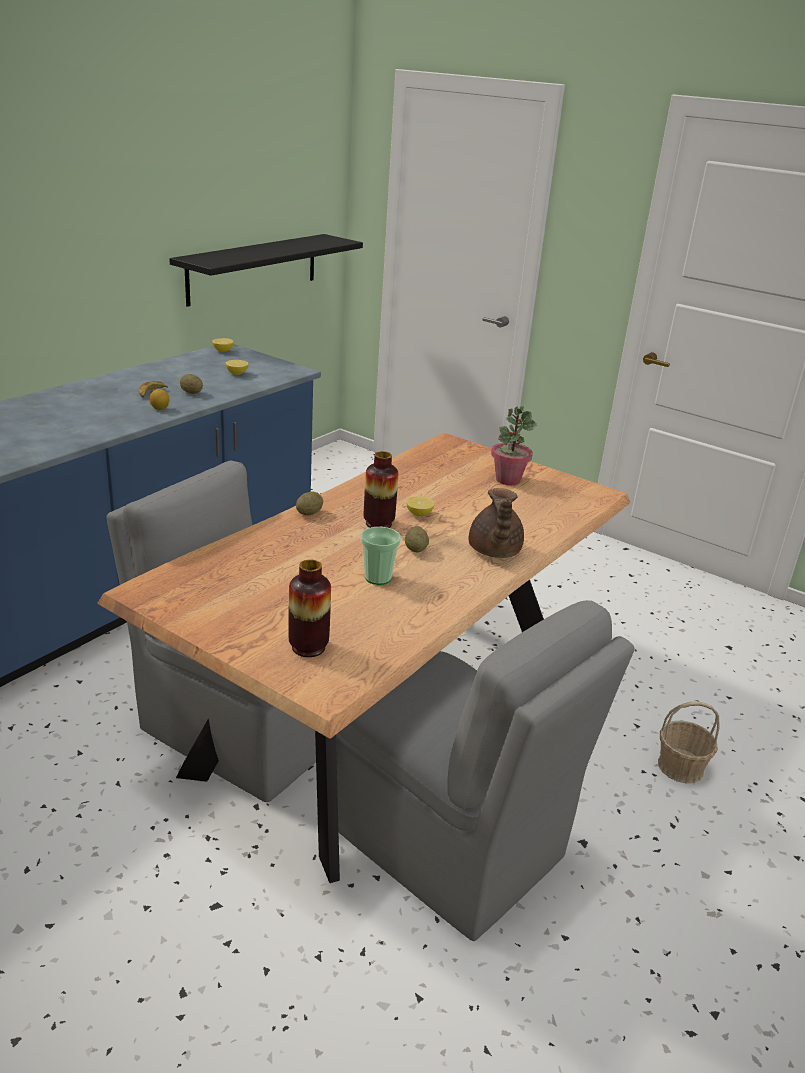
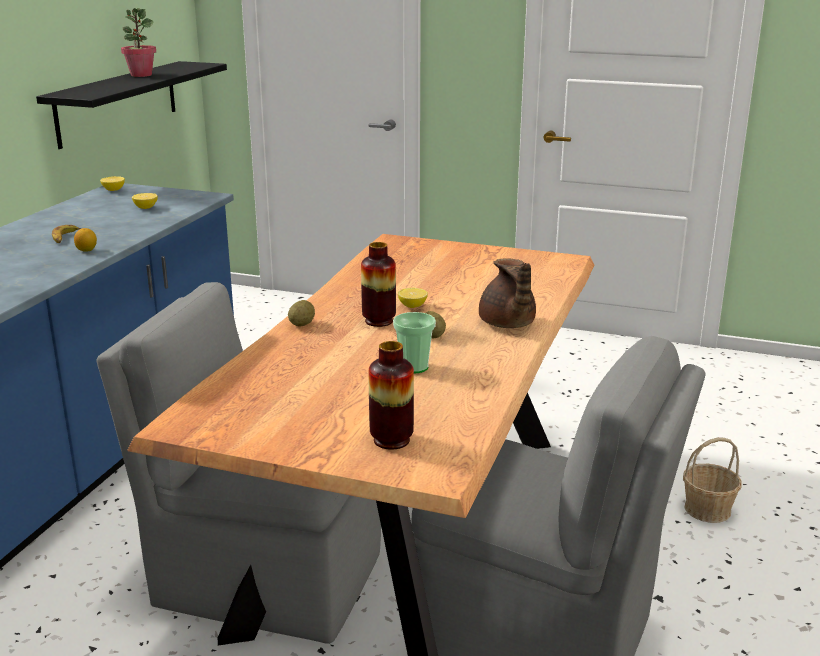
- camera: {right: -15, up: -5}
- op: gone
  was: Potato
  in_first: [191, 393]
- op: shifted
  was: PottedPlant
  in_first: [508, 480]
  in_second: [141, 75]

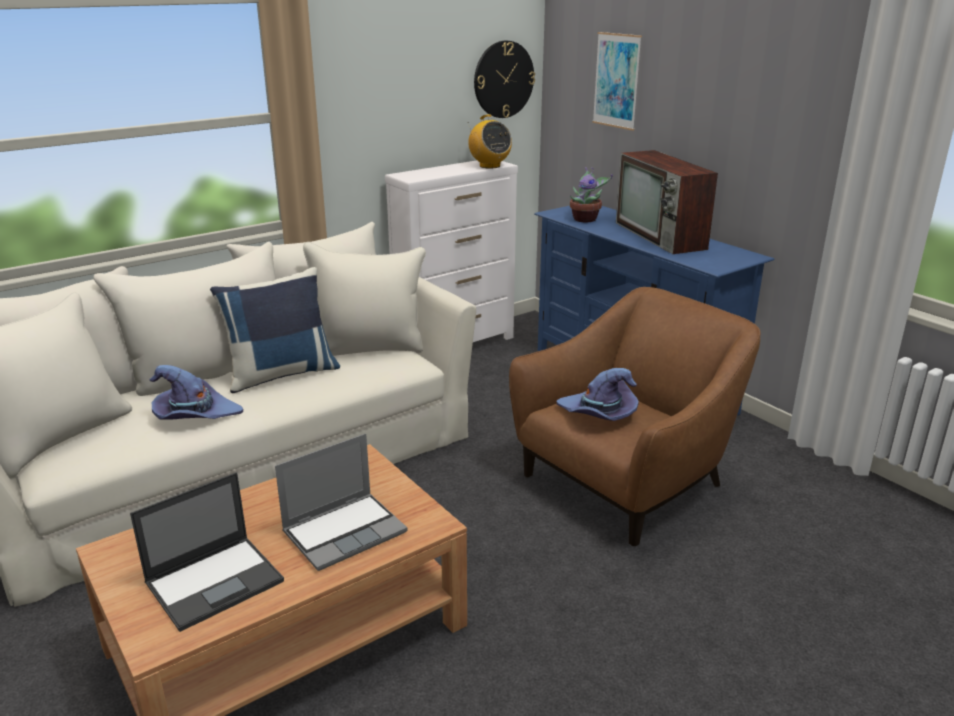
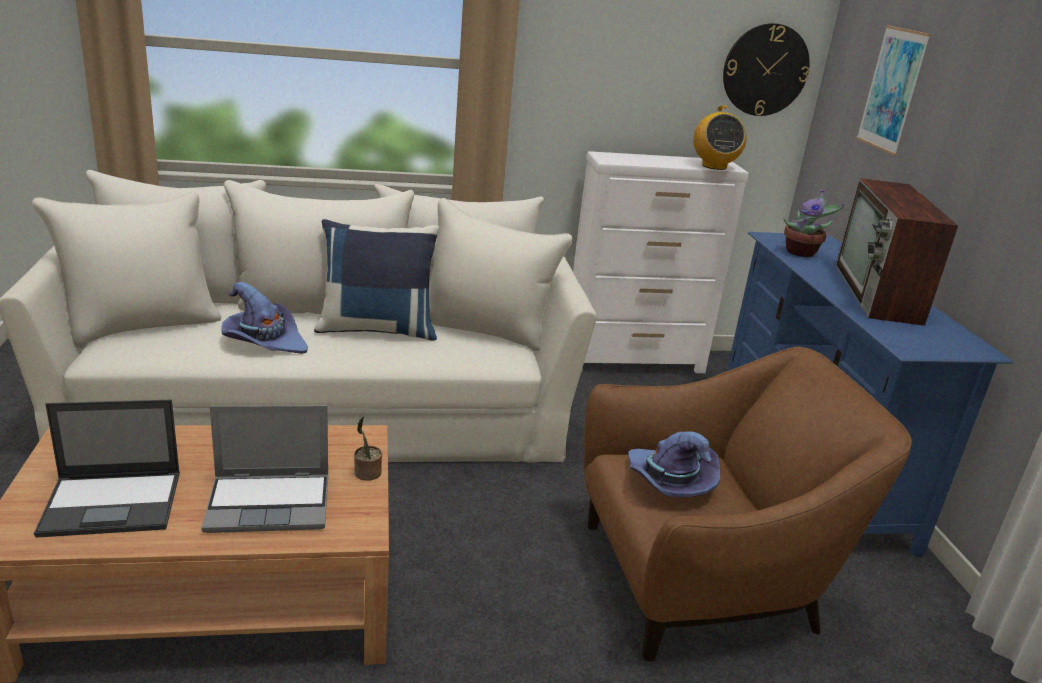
- camera: {right: 25, up: 0}
- op: new
  now: PottedPlant
  in_second: [366, 474]

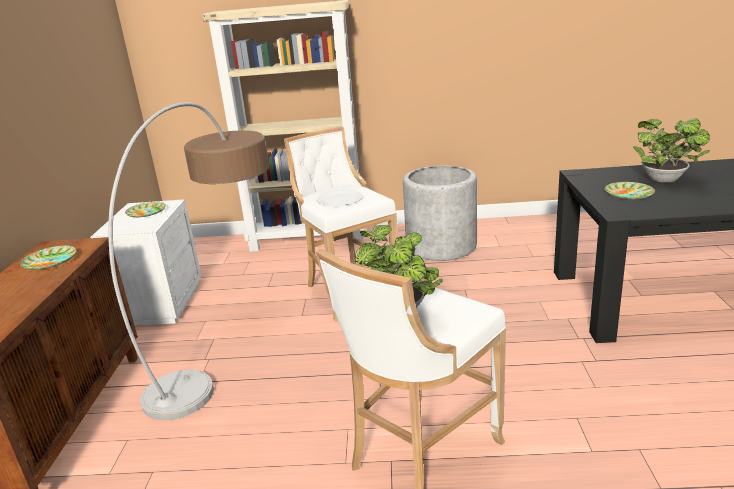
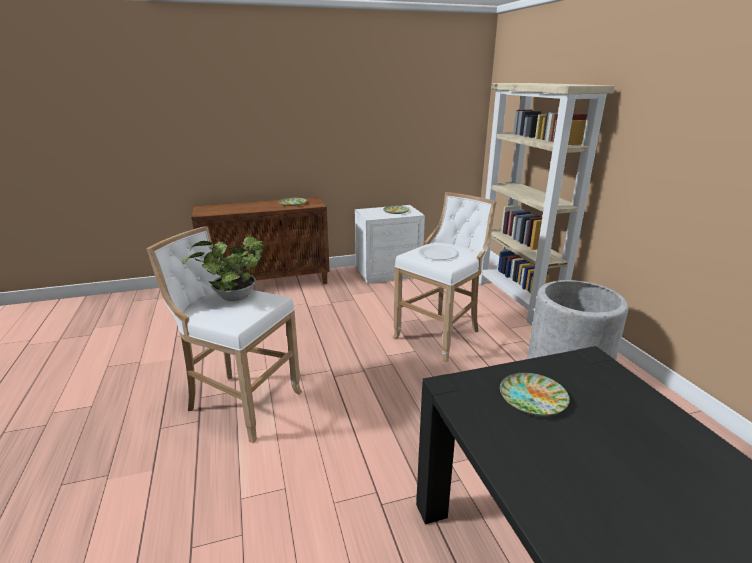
- camera: {right: 70, up: 0}
- op: gone
  was: FloorLamp
  in_first: [227, 343]
- op: gone
  was: PottedPlant
  in_first: [666, 180]

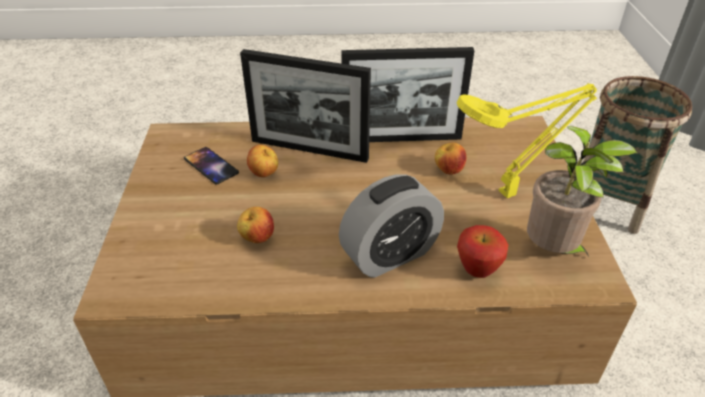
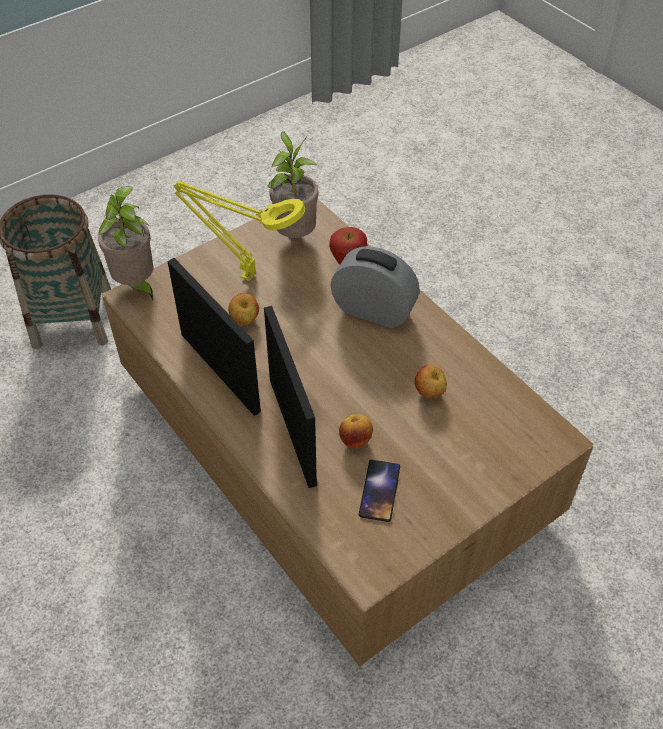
- camera: {right: -125, up: 10}
- op: new
  now: PottedPlant
  in_second: [136, 285]

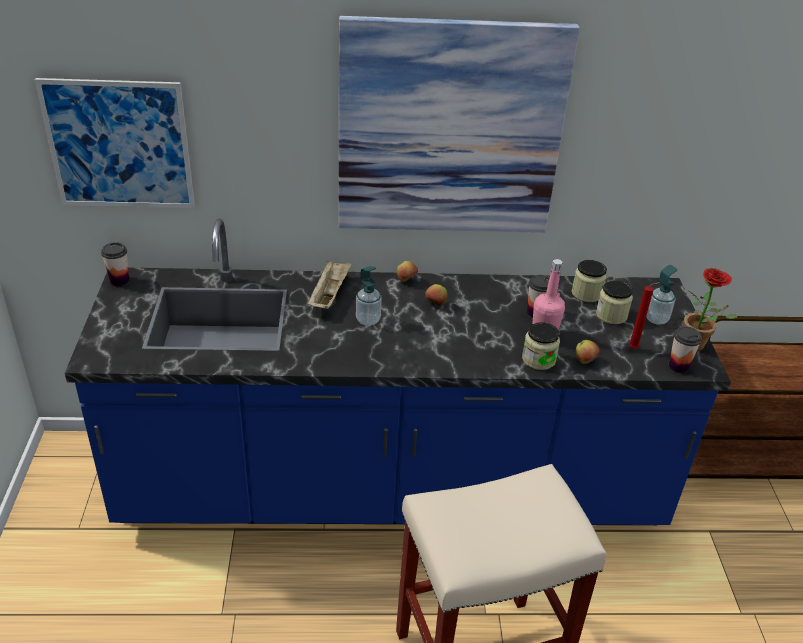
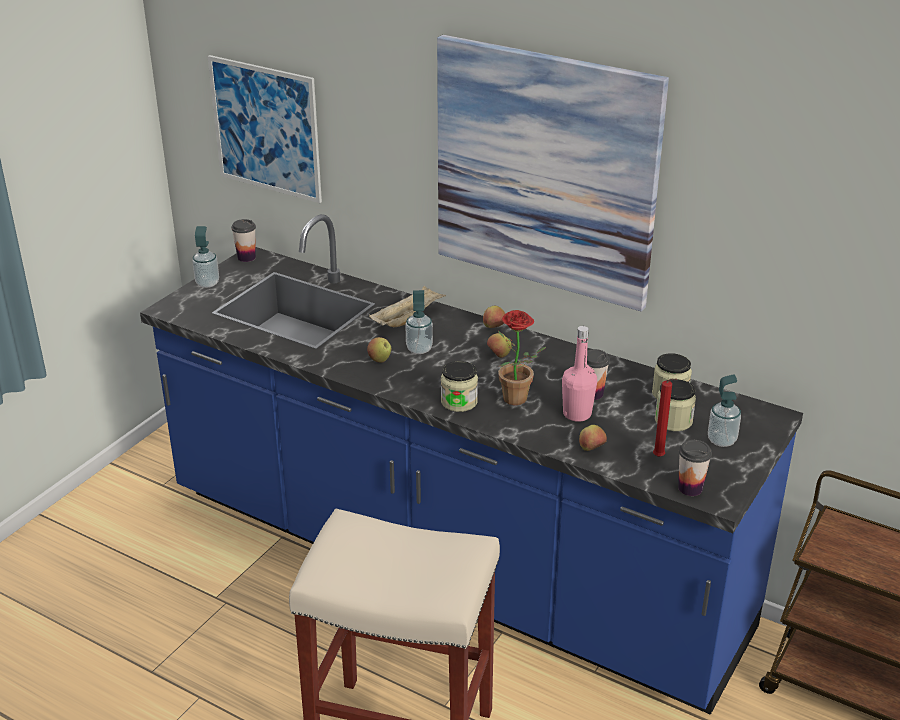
- camera: {right: 35, up: -5}
- op: shifted
  was: PottedPlant
  in_first: [698, 346]
  in_second: [516, 401]
- op: shifted
  was: Jar
  in_first: [538, 359]
  in_second: [459, 402]
- op: new
  now: SoapDispenser
  in_second: [207, 283]
- op: new
  now: Apple
  in_second: [380, 360]

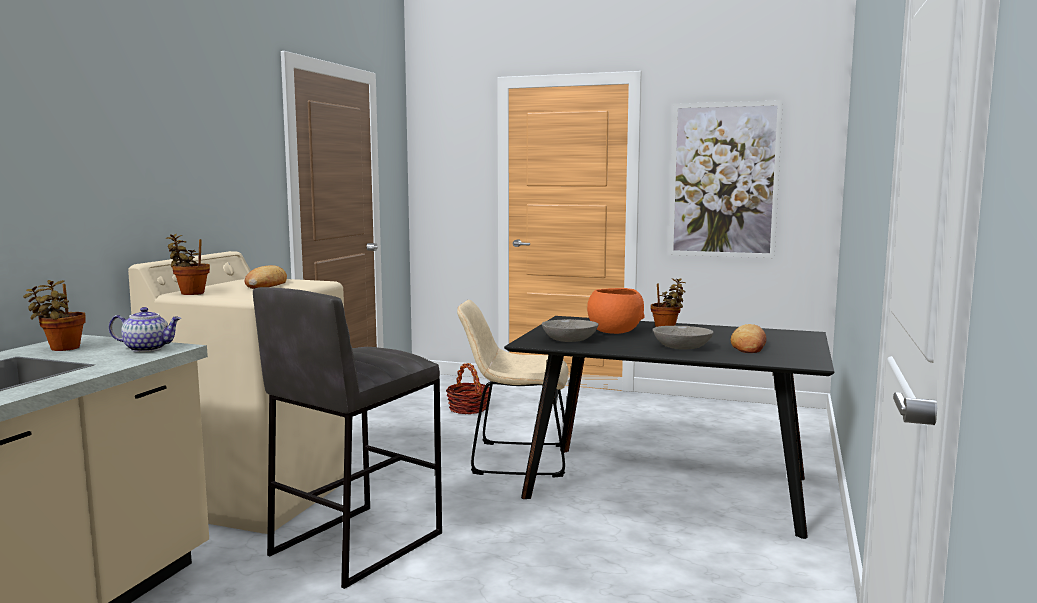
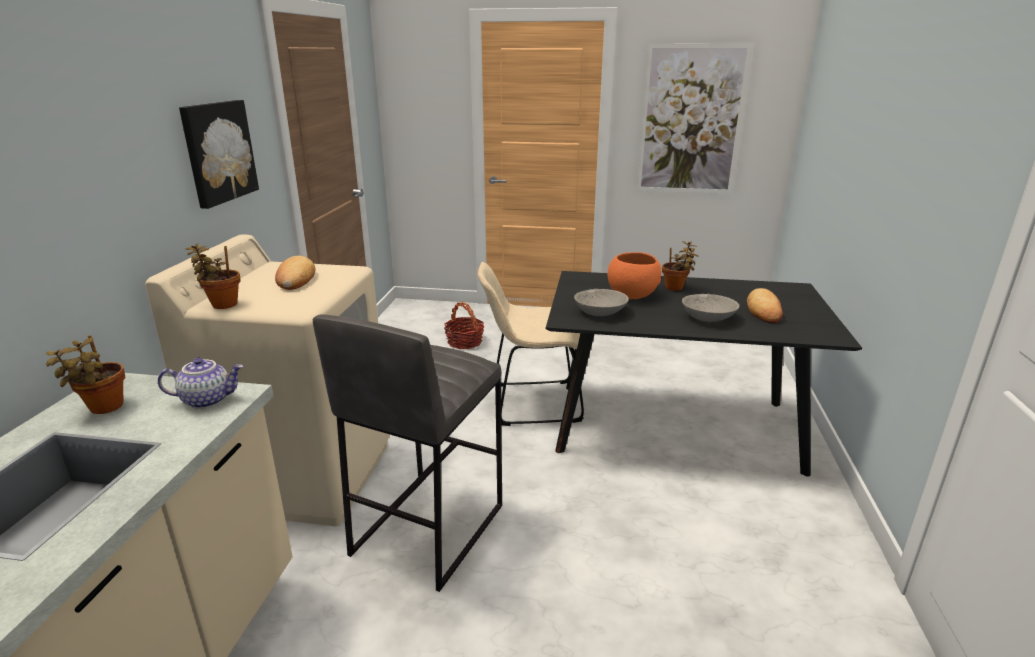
- camera: {right: -10, up: 15}
- op: new
  now: Picture
  in_second: [218, 152]

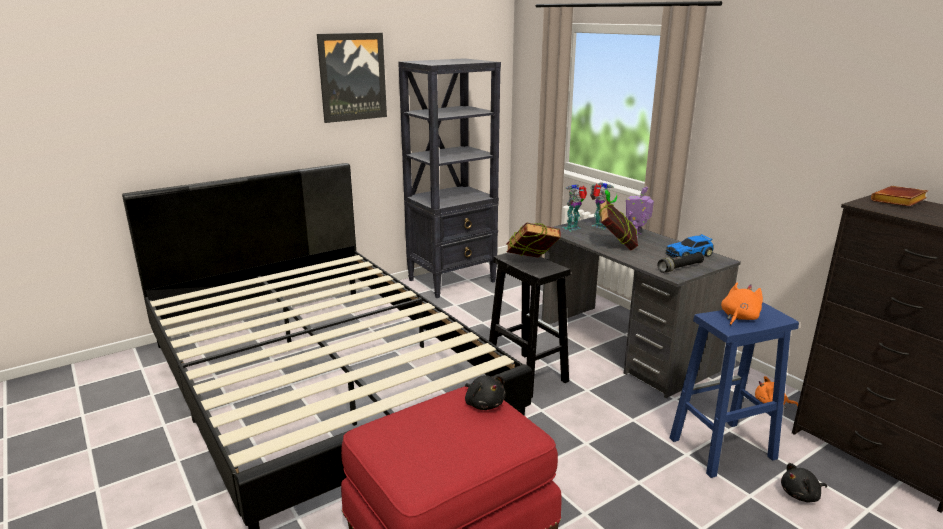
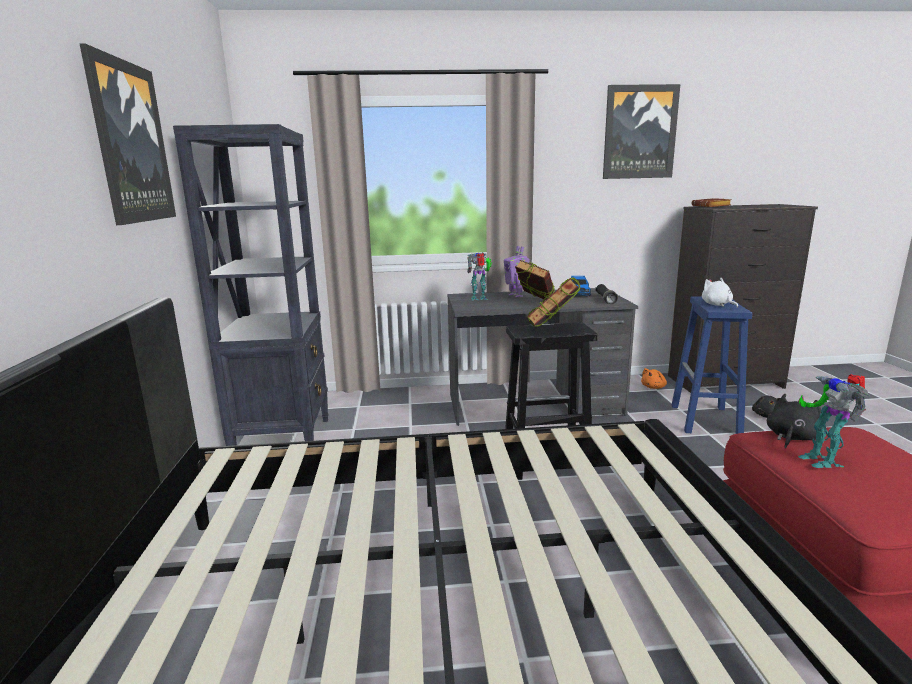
- camera: {right: -60, up: -5}
- op: shifted
  was: ToyRobot
  in_first: [573, 228]
  in_second: [822, 459]
- op: repainted
  was: OrangePlushToy
  now: WhitePlushToy
  in_first: [738, 317]
  in_second: [717, 305]
- op: rotated
  was: BlackPlushToy
  in_first: [484, 403]
  in_second: [790, 437]
  clockwise: -45
- op: new
  now: Picture
  in_second: [639, 132]

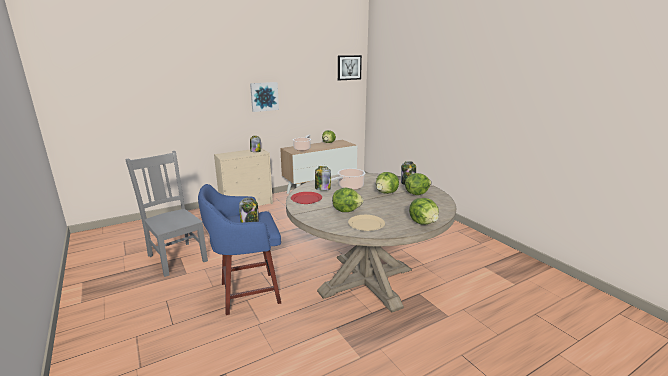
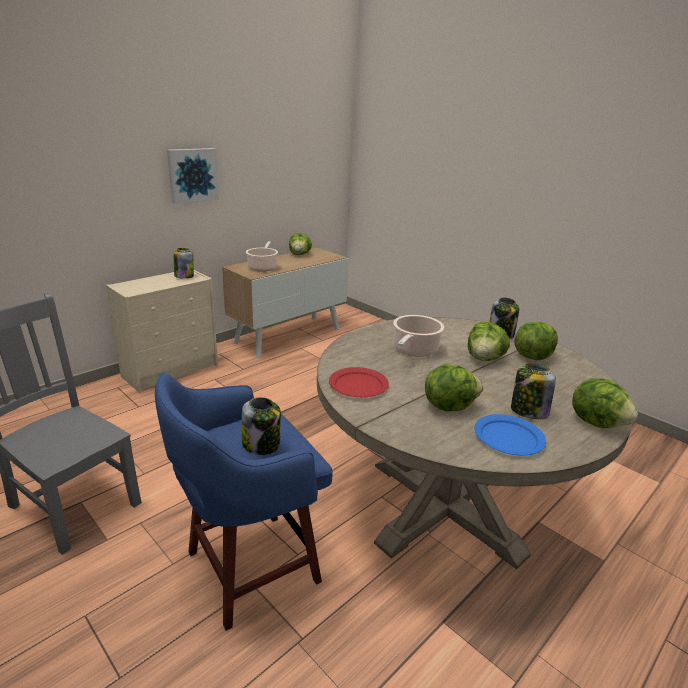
- camera: {right: -15, up: 5}
- op: gone
  was: Picture
  in_first: [349, 67]
- op: shifted
  was: Jar
  in_first: [322, 188]
  in_second: [528, 411]
- op: repainted
  was: BeigePlate
  now: BluePlate
  in_first: [366, 224]
  in_second: [508, 437]

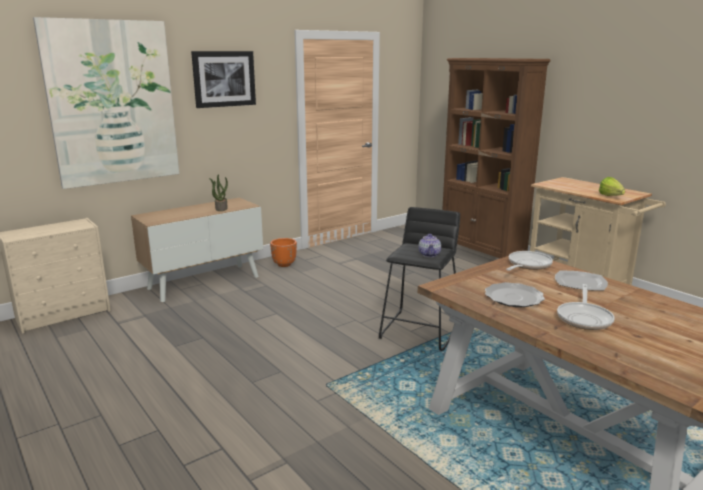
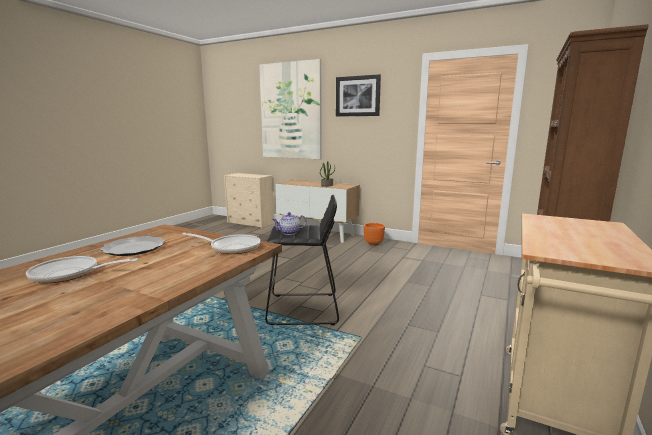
- camera: {right: 65, up: -5}
- op: gone
  was: Lettuce
  in_first: [612, 197]
- op: gone
  was: Plate
  in_first: [579, 282]

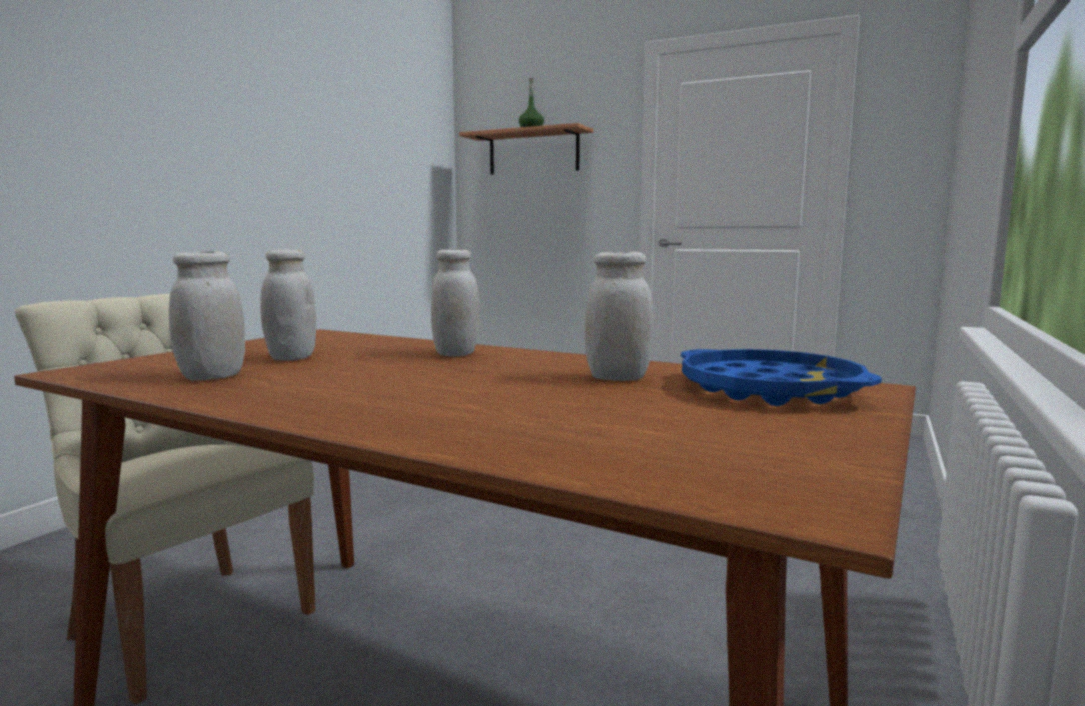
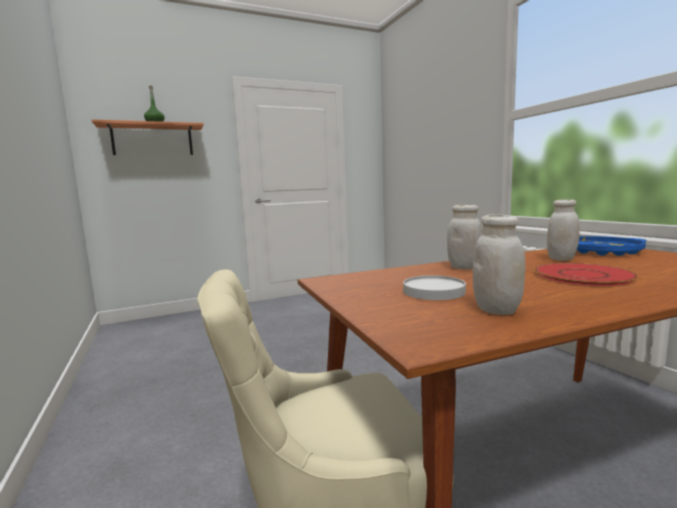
- camera: {right: -50, up: 0}
- op: swapped
  was: WhiteJar
  now: WhitePlate
  in_first: [291, 358]
  in_second: [434, 291]
- op: new
  now: RedPlate
  in_second: [583, 275]

